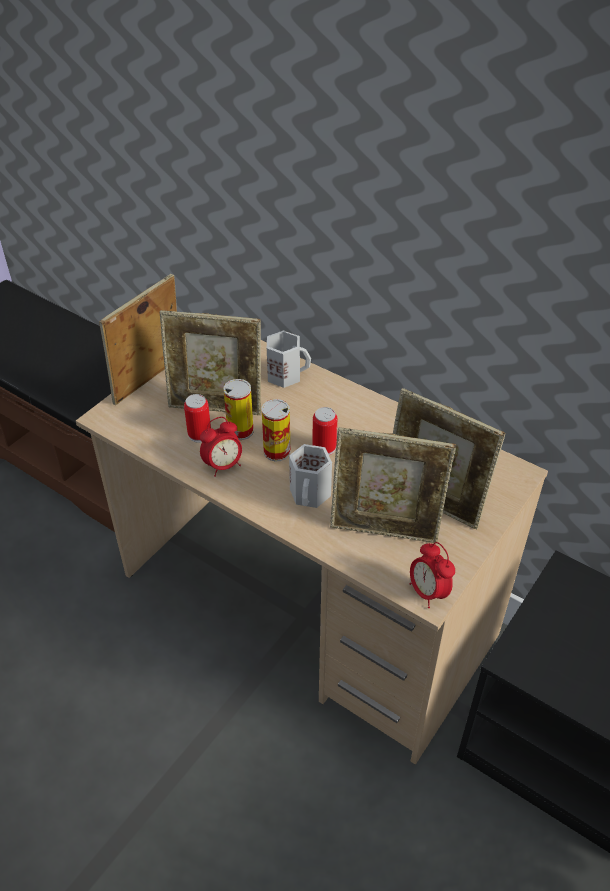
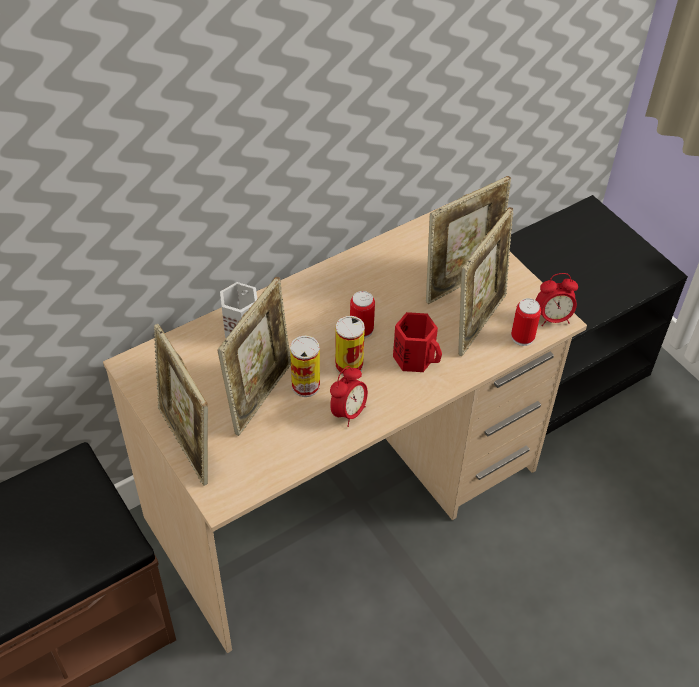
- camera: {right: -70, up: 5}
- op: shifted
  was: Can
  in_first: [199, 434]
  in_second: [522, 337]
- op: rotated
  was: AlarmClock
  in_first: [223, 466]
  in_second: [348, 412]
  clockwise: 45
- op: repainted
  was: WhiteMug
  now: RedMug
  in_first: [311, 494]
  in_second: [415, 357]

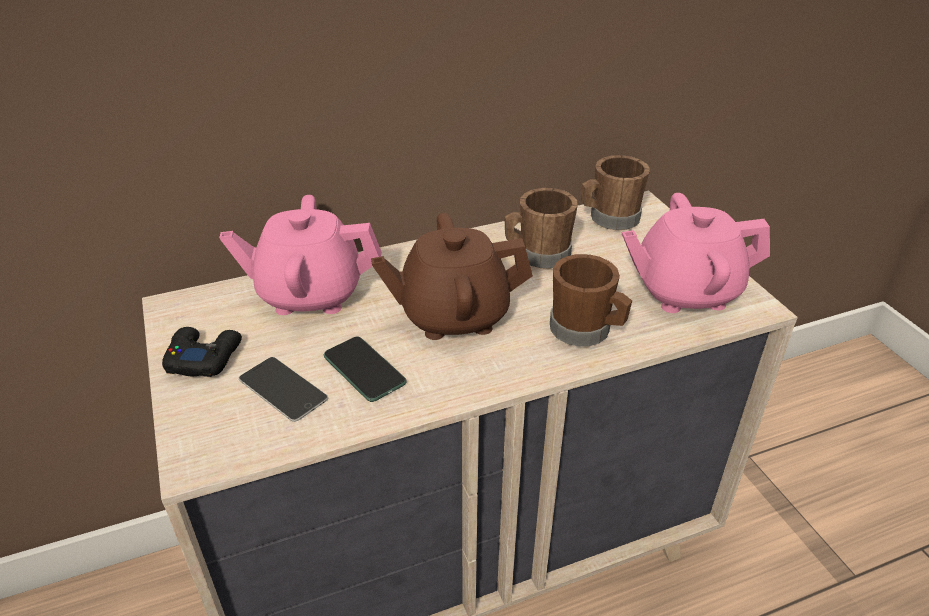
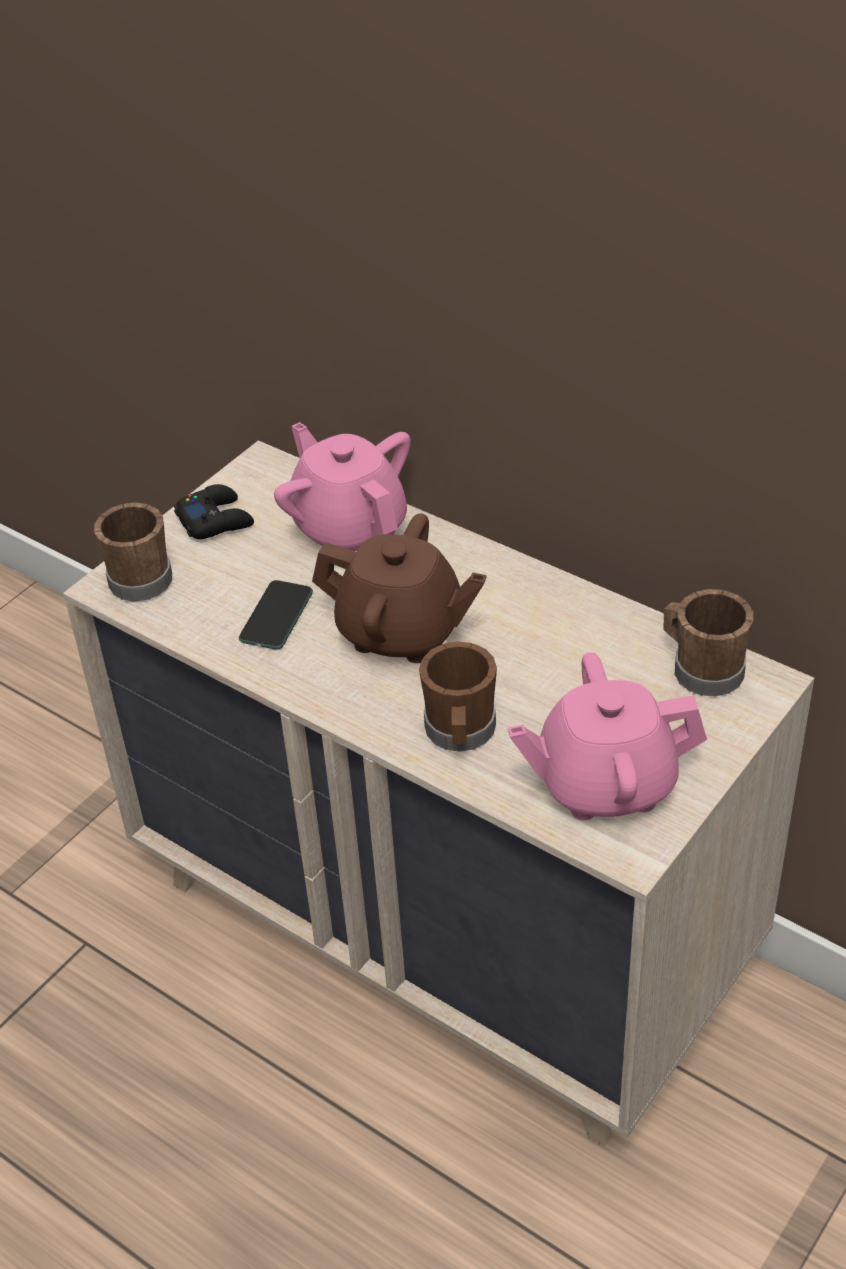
- camera: {right: 60, up: 5}
- op: shifted
  was: BrownMug
  in_first: [537, 255]
  in_second: [136, 577]
- op: rotated
  was: PinkTeapot
  in_first: [684, 291]
  in_second: [605, 784]
  clockwise: -60
- op: rotated
  was: BrownTeapot
  in_first: [453, 315]
  in_second: [401, 632]
  clockwise: 150
- op: gone
  was: Phone
  in_first: [283, 389]

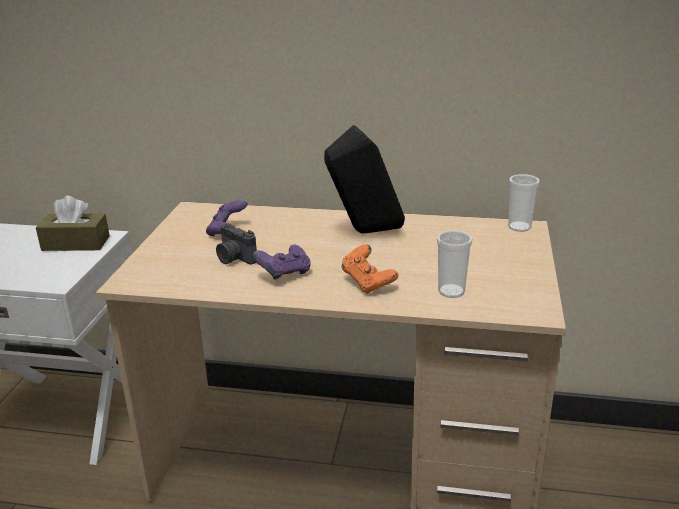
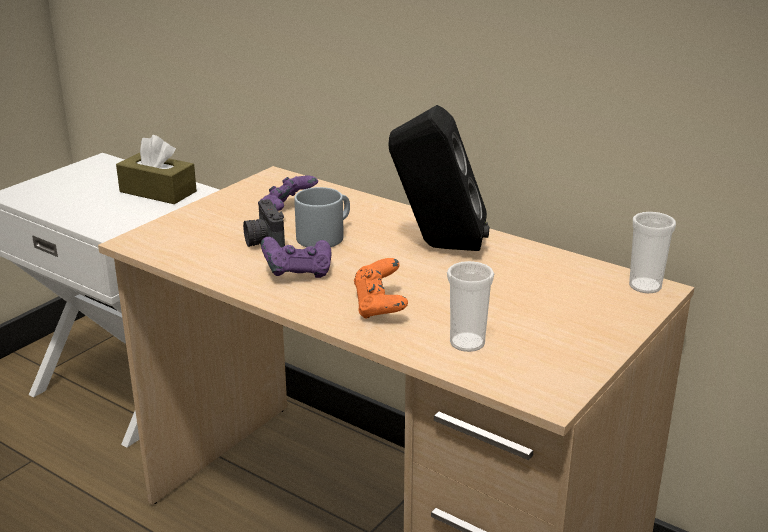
- camera: {right: 25, up: 0}
- op: new
  now: GreyMug
  in_second: [325, 235]

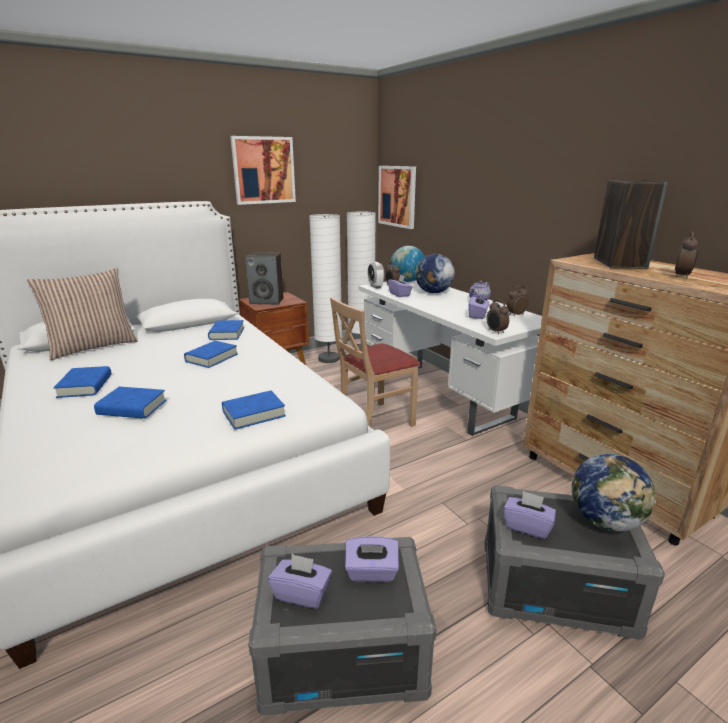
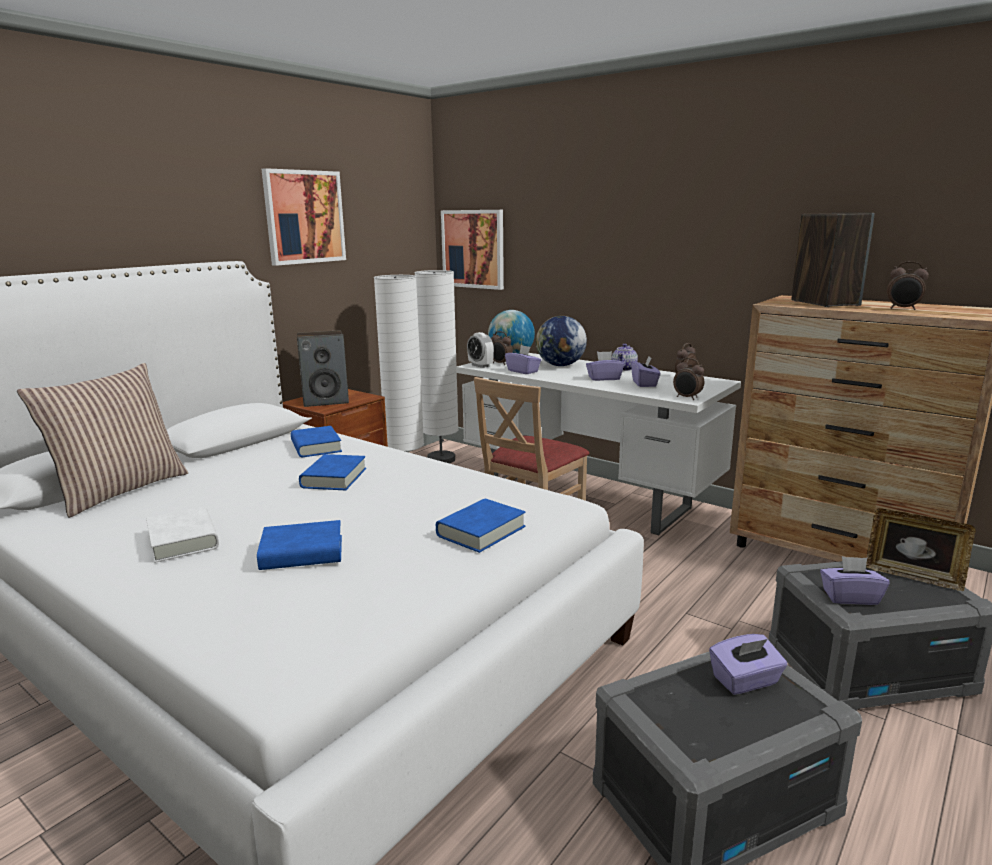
- camera: {right: -20, up: -5}
- op: rotated
  was: AlarmClock
  in_first: [682, 276]
  in_second: [903, 309]
  clockwise: 105
- op: repainted
  was: BlueBook
  now: WhiteBook
  in_first: [85, 386]
  in_second: [183, 540]
- op: swapped
  was: Globe
  now: PictureFrame
  in_first: [605, 521]
  in_second: [913, 576]
- op: shifted
  was: PurpleTissueBox
  in_first: [302, 593]
  in_second: [604, 378]

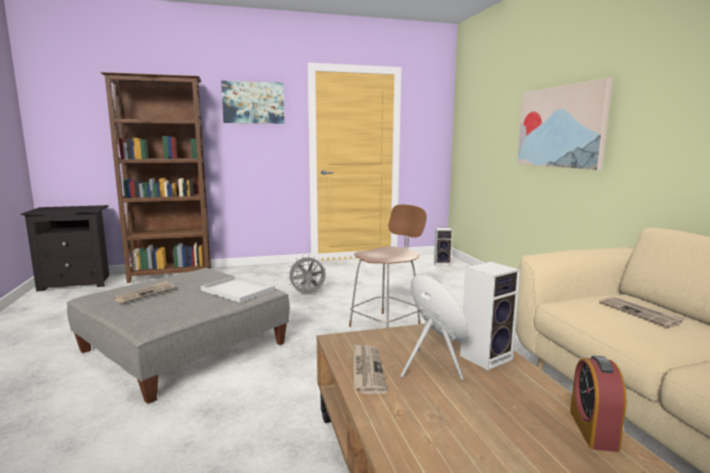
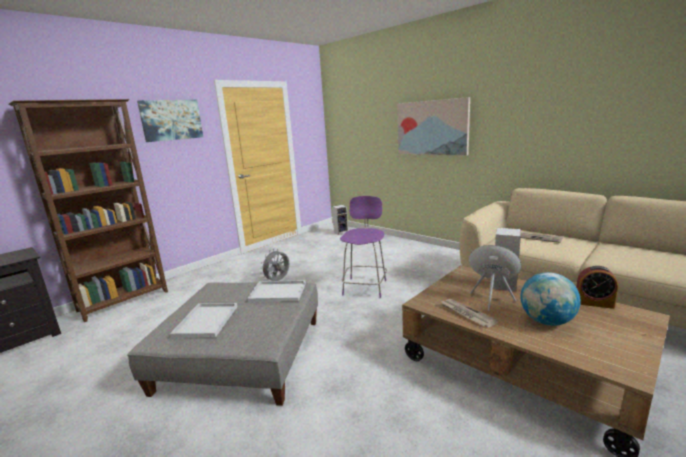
- camera: {right: -30, up: 5}
- op: repainted
  was: BrownStool
  now: PurpleStool
  in_first: [386, 325]
  in_second: [365, 286]
- op: swapped
  was: Newspaper
  now: WhiteTray
  in_first: [145, 294]
  in_second: [206, 320]
- op: rotated
  was: AlarmClock
  in_first: [593, 430]
  in_second: [594, 303]
  clockwise: -45
- op: new
  now: Globe
  in_second: [546, 321]

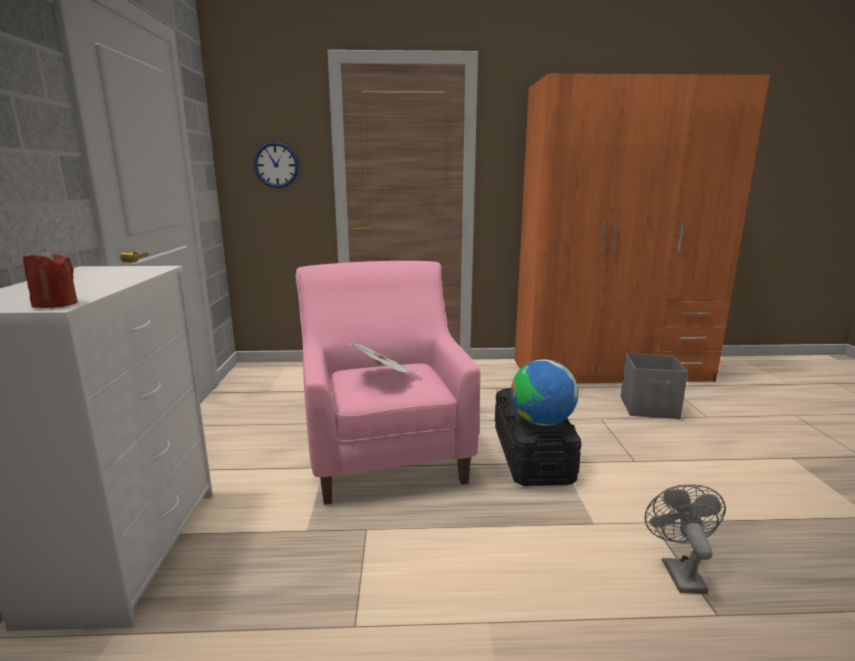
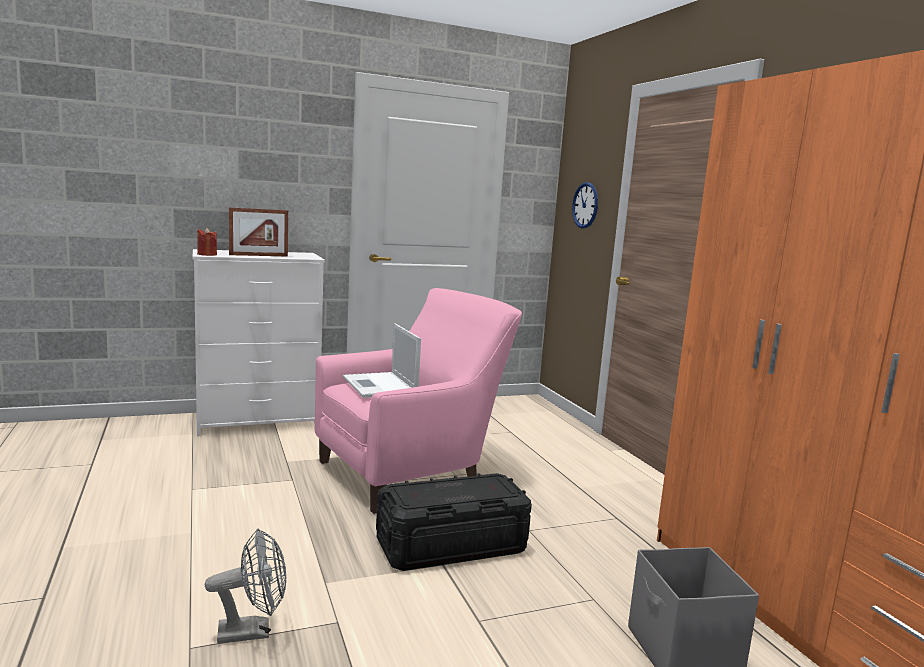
- camera: {right: 70, up: -5}
- op: swapped
  was: Newspaper
  now: Laptop
  in_first: [384, 377]
  in_second: [380, 386]
- op: gone
  was: Globe
  in_first: [542, 422]
- op: new
  now: PictureFrame
  in_second: [258, 255]

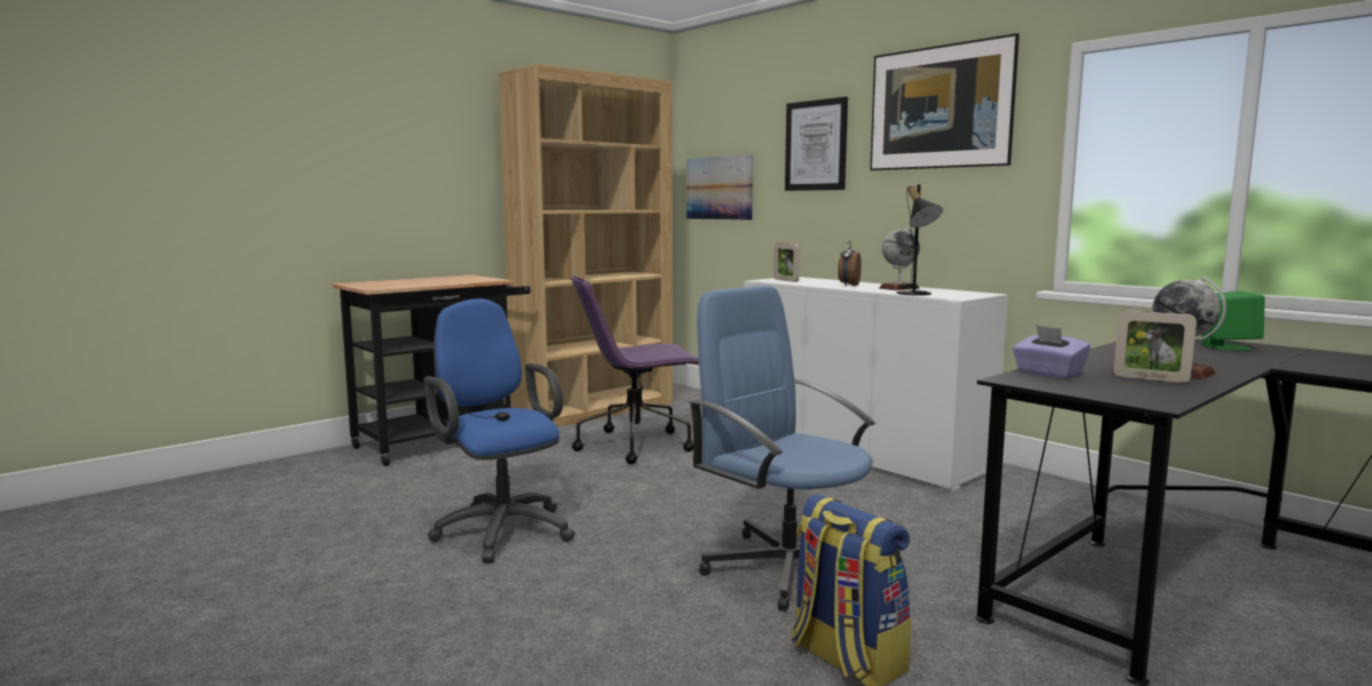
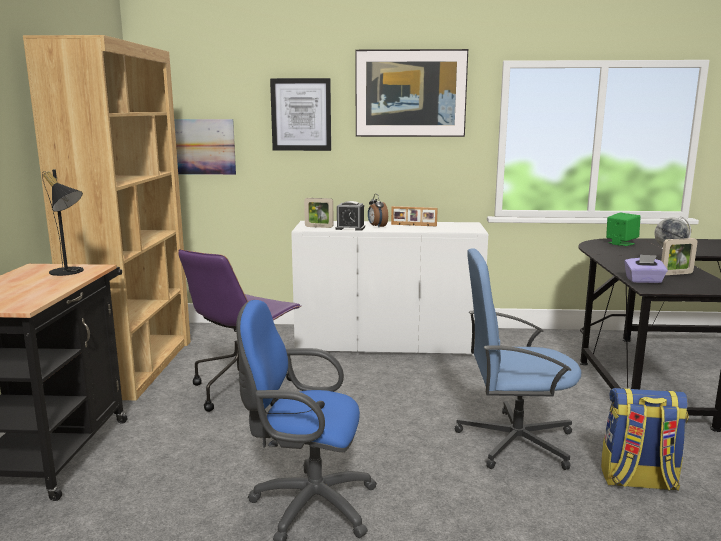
- camera: {right: -45, up: 5}
- op: shifted
  was: BlackTableLamp
  in_first: [916, 294]
  in_second: [69, 272]
- op: swapped
  was: Globe
  now: PictureFrame
  in_first: [899, 288]
  in_second: [413, 225]
- op: new
  now: AlarmClock
  in_second: [350, 228]

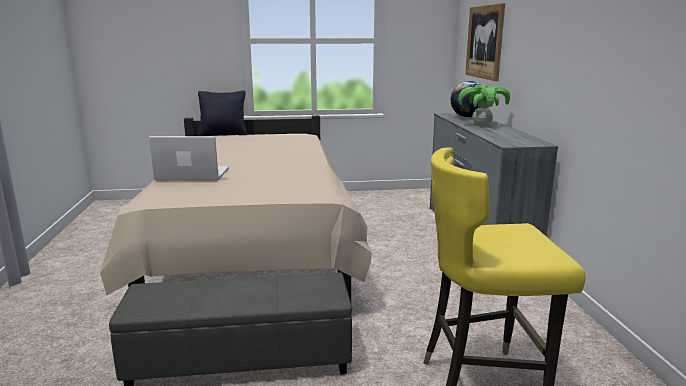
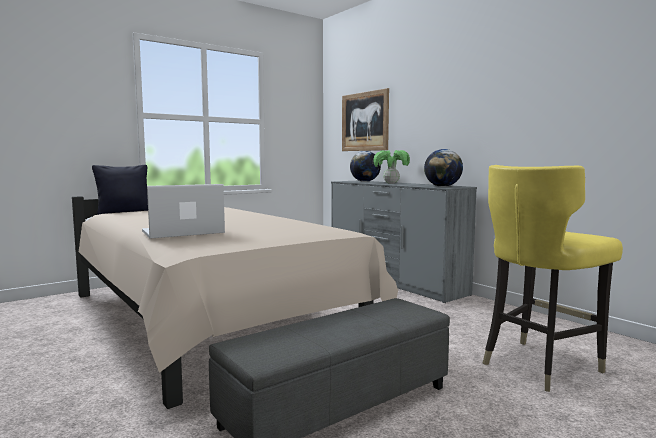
- camera: {right: -30, up: -10}
- op: new
  now: Globe
  in_second: [442, 186]

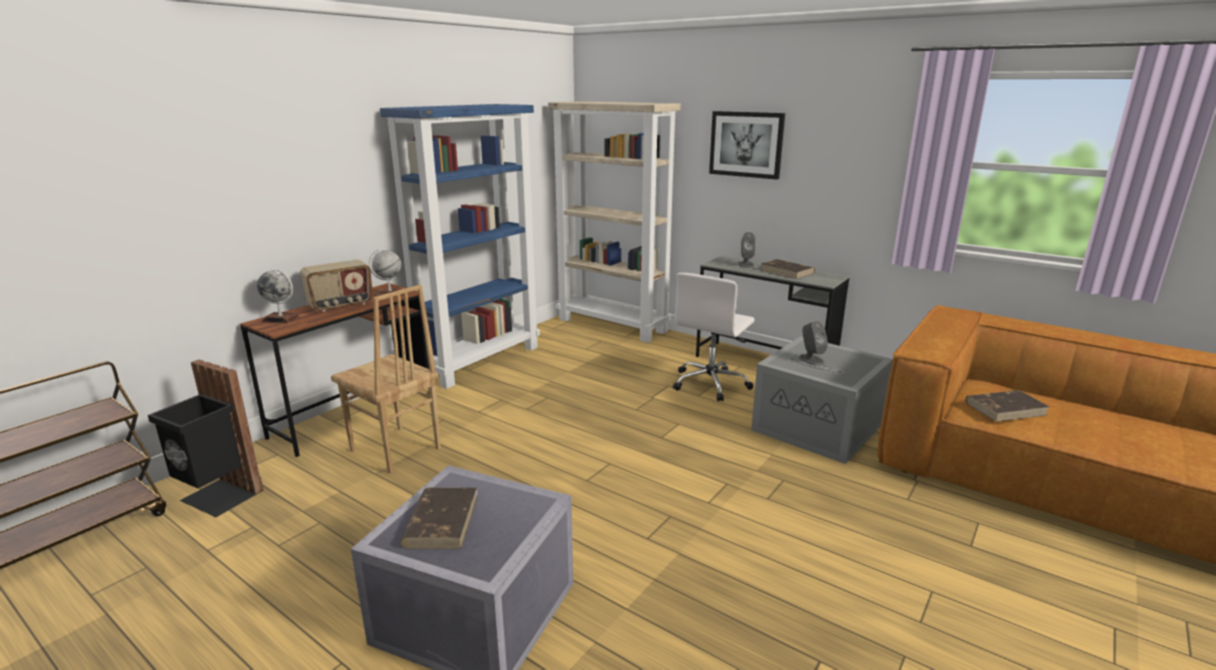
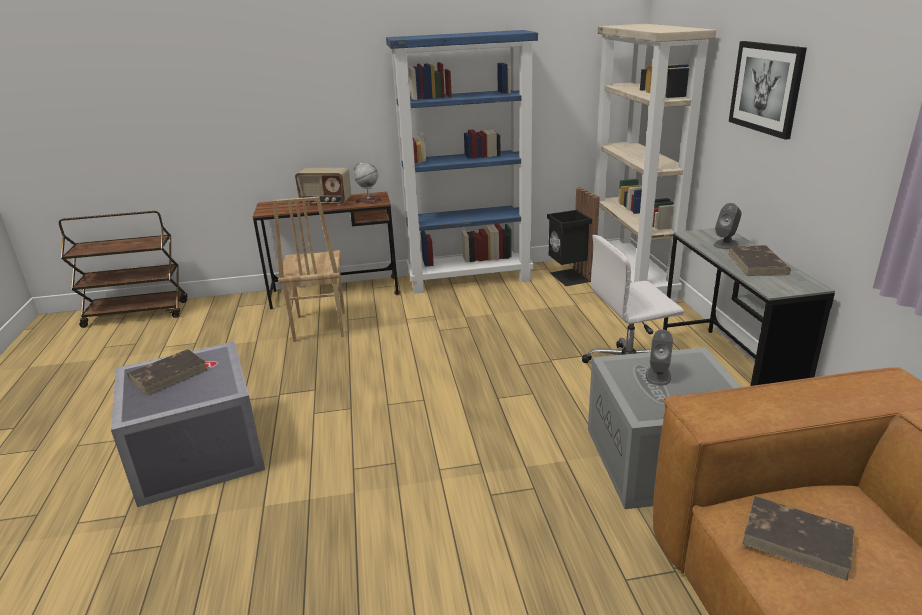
- camera: {right: 45, up: 5}
- op: gone
  was: Globe
  in_first: [281, 319]
- op: shifted
  was: BlackTrashCan
  in_first: [219, 497]
  in_second: [570, 277]

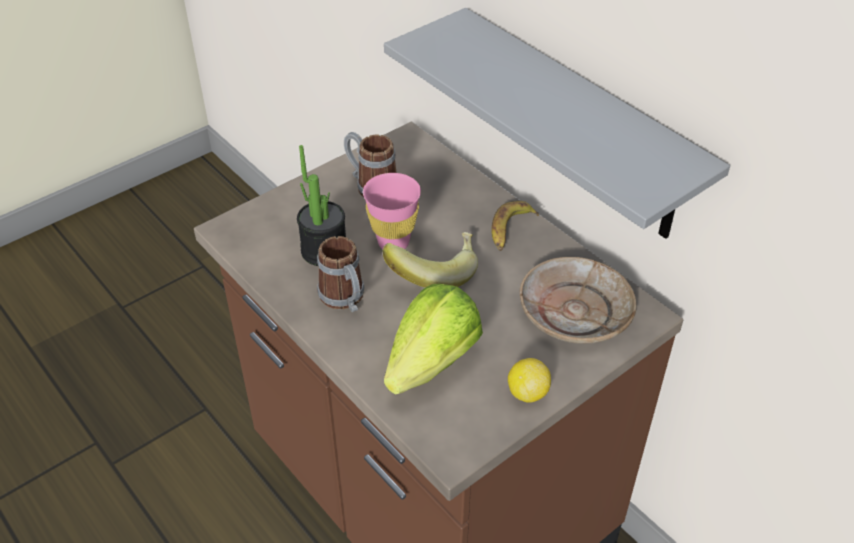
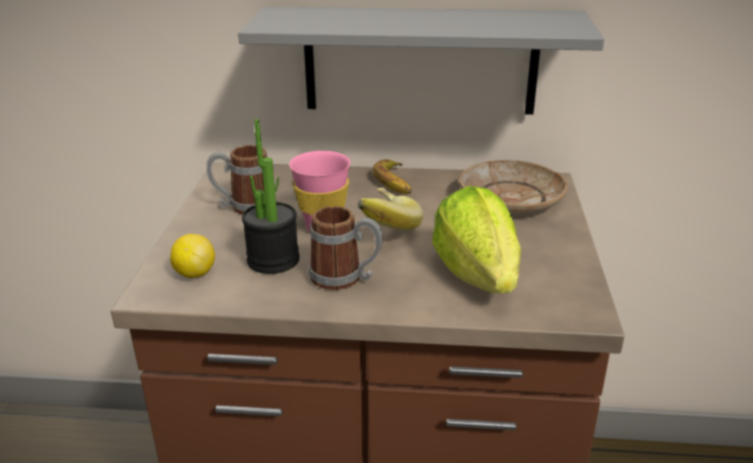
- camera: {right: -45, up: -15}
- op: shifted
  was: Lemon
  in_first: [527, 392]
  in_second: [195, 273]

